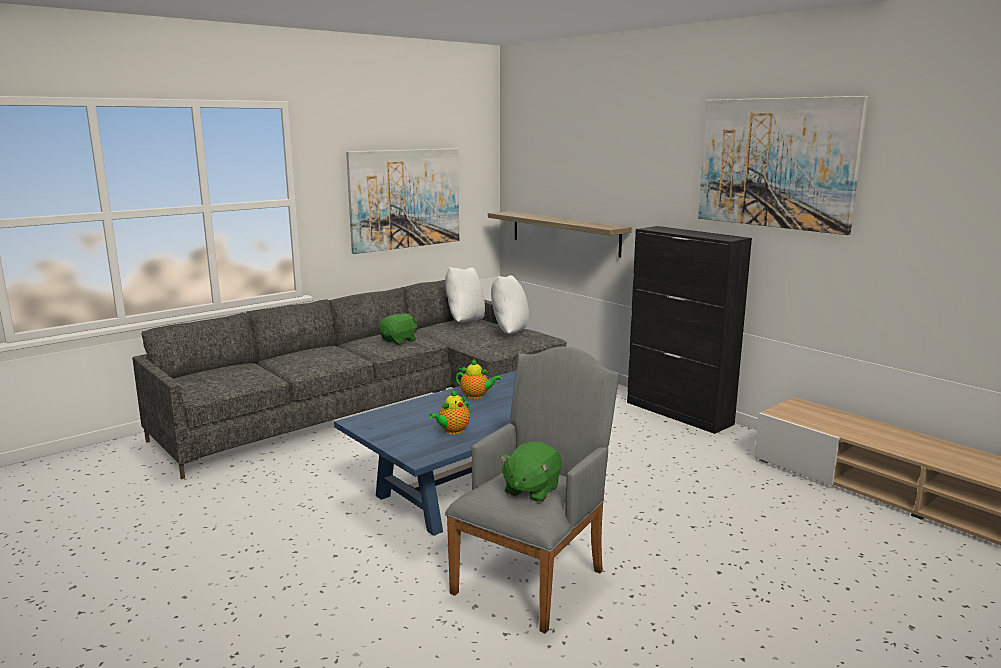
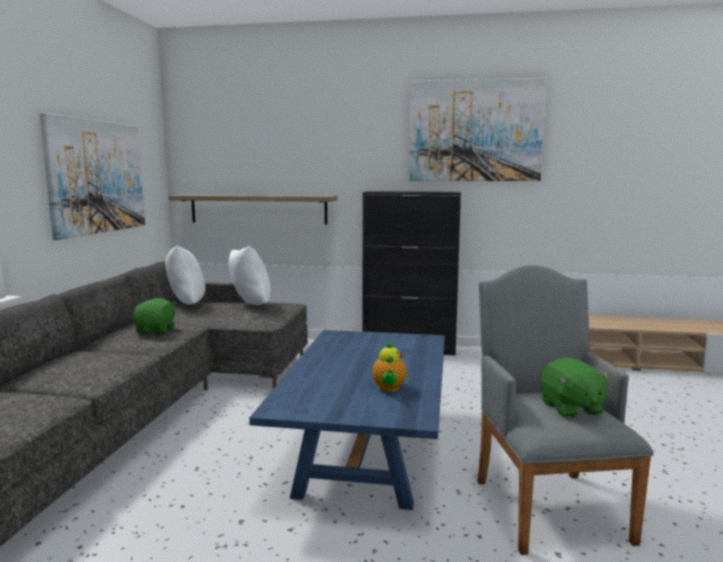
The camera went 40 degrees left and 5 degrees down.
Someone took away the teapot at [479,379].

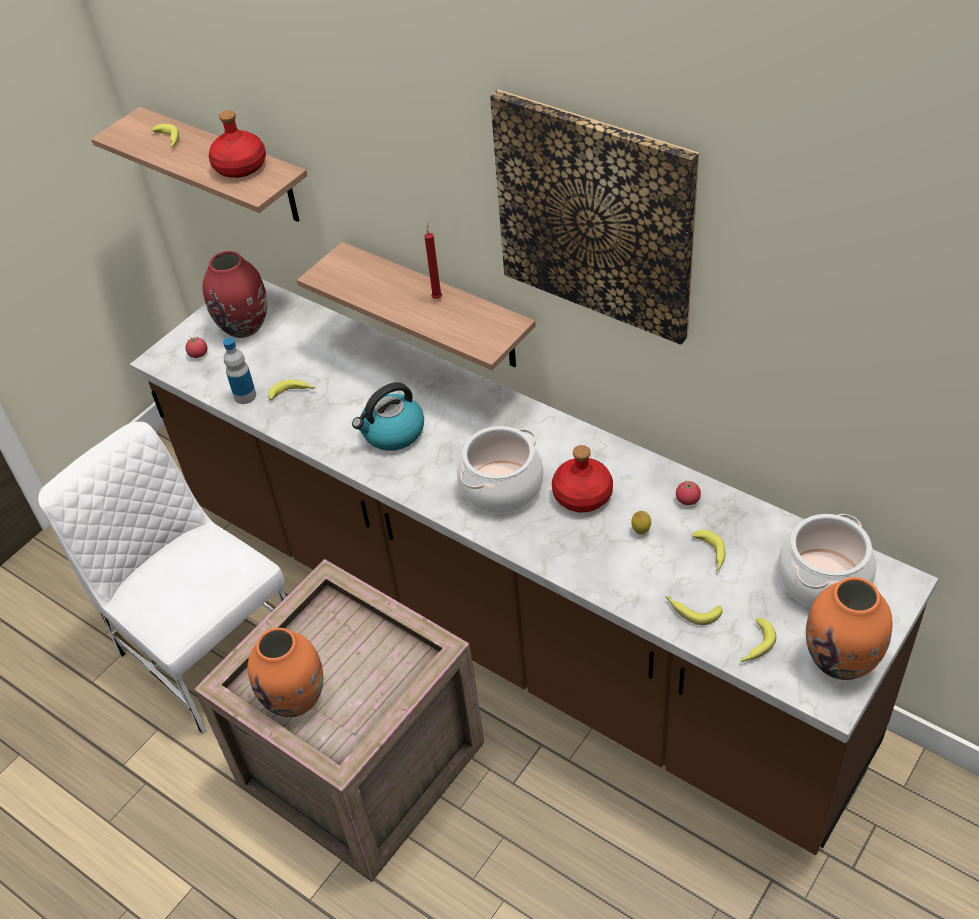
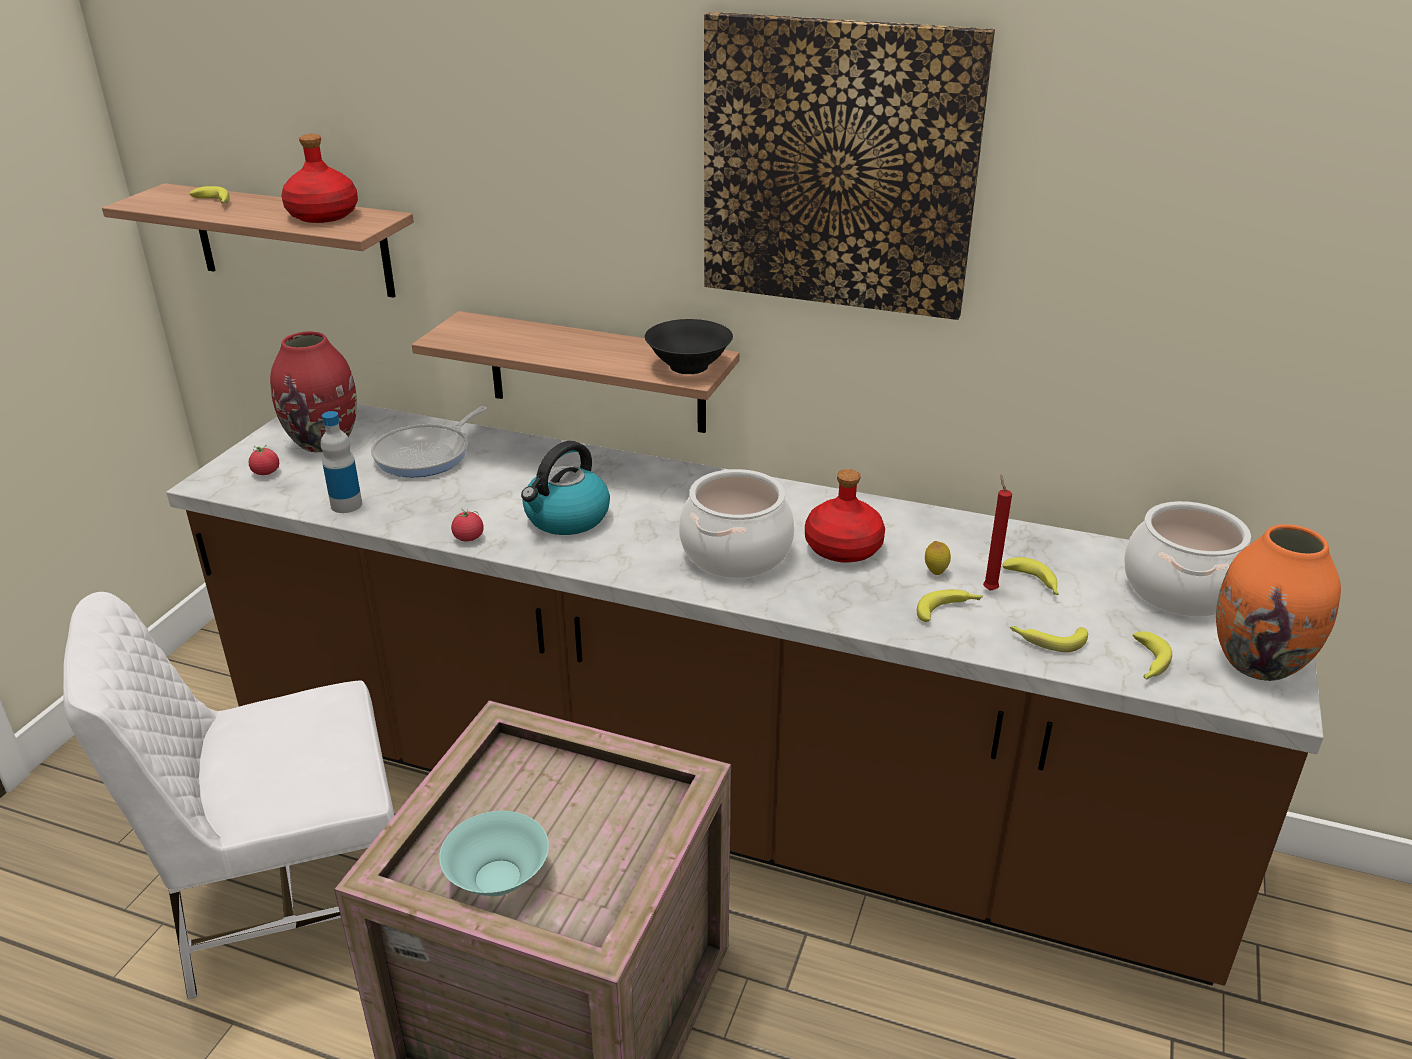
The camera went 20 degrees left and 15 degrees down.
Someone put down the frying pan at [429,441].
Someone put down the bowl in black at [689,346].
Someone carried the banana from [291,390] to [950,605].
Someone carried the candle in red from [433,260] to [997,533].
Someone carried the tomato from [688,492] to [467,525].
Someone swapped the vase in orange at [285,672] for the bowl in turquoise at [494,853].
Someone rotated the chair in white at [162,578] by 45 degrees counterclockwise.

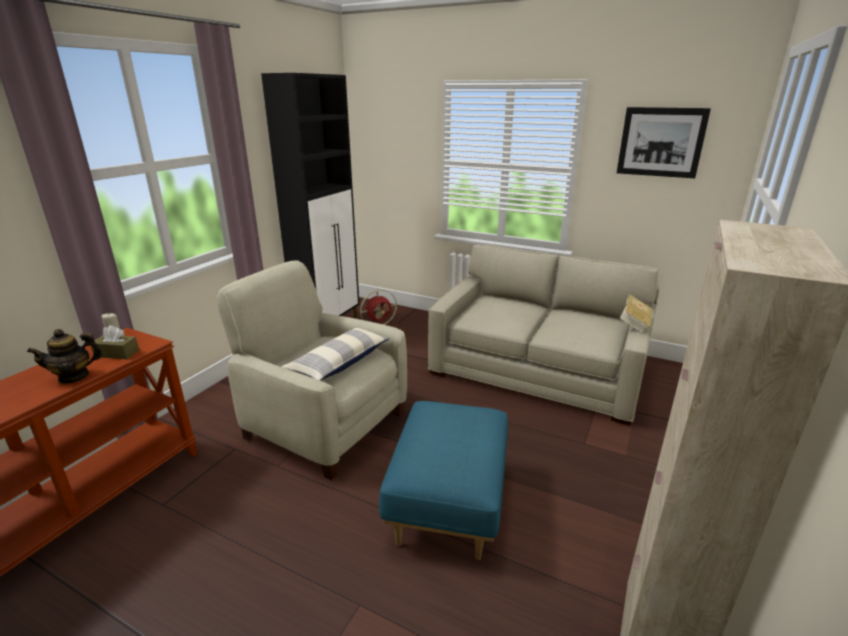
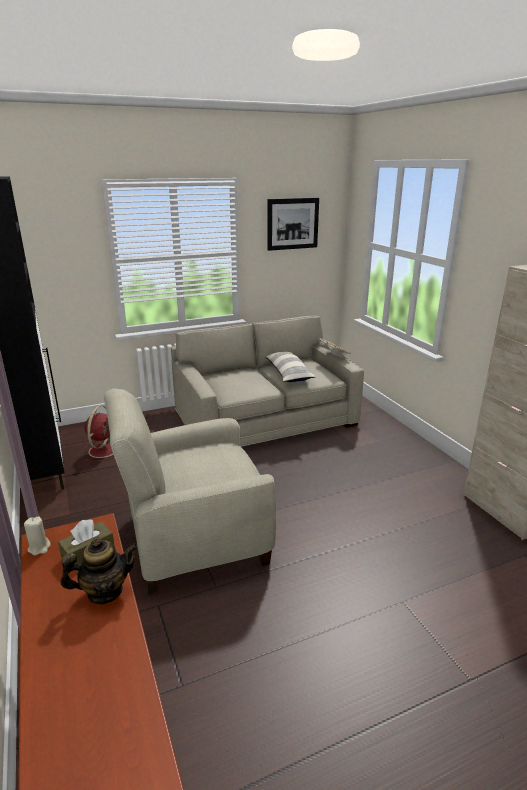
The camera went 50 degrees left and 0 degrees up.
Someone took away the ottoman in blue at [443,480].
Someone carried the pillow from [335,354] to [290,367].
Someone rotated the teapot at [65,356] by 120 degrees counterclockwise.

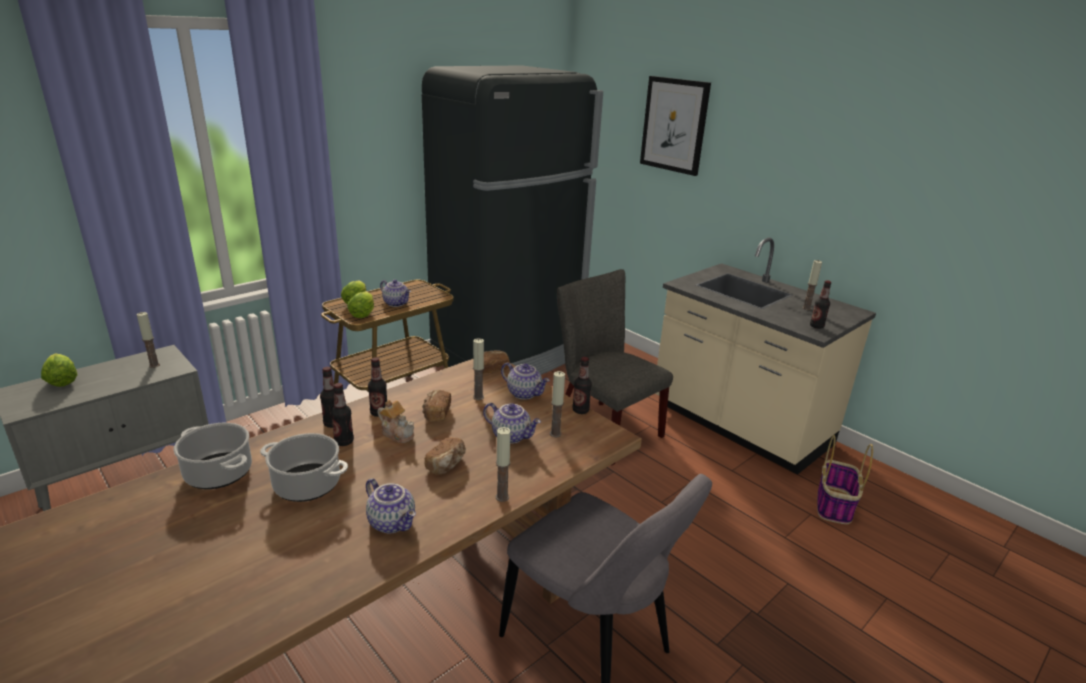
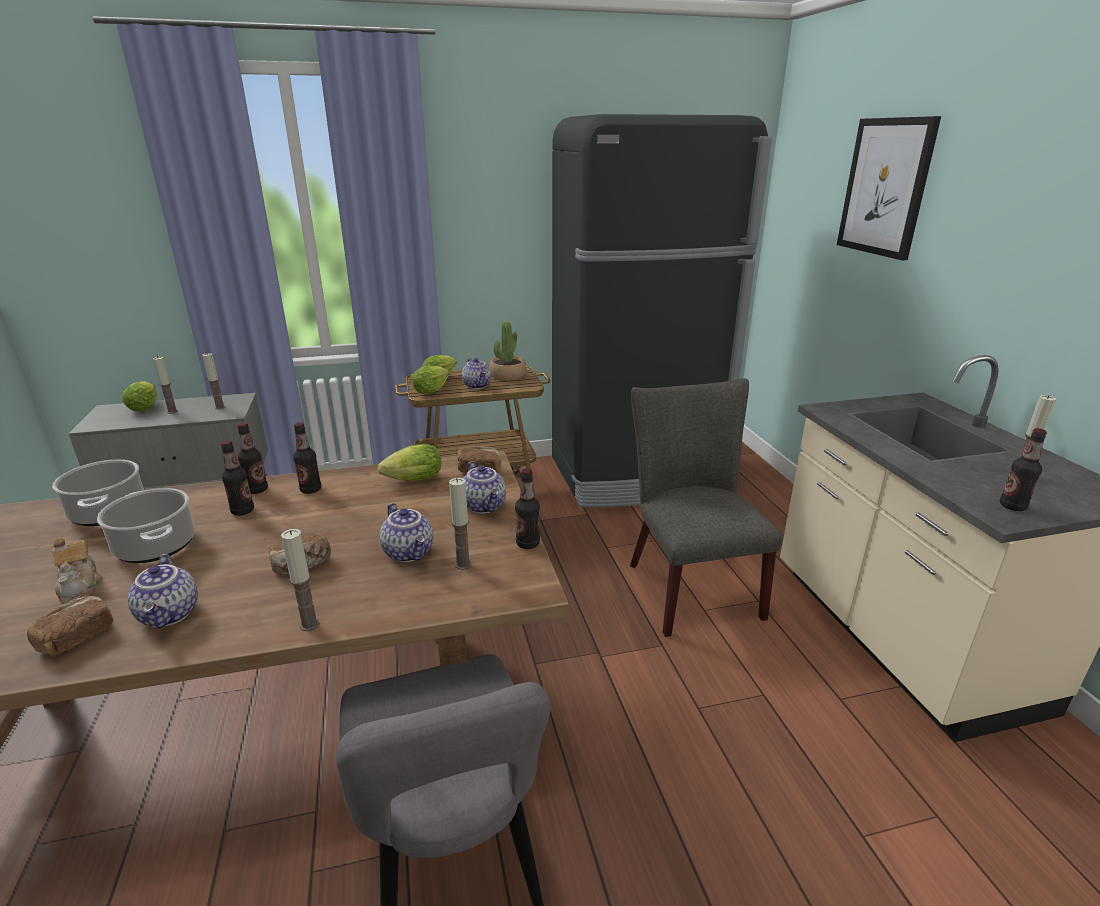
The camera went 30 degrees right and 0 degrees up.
Someone took away the basket at [845,479].
Someone put down the lettuce at [409,462].
Someone put down the potted plant at [507,351].
Someone carried the teapot from [395,421] to [77,570].
Someone carried the bread from [436,406] to [70,626].
Someone carried the candle from [478,369] to [165,385].

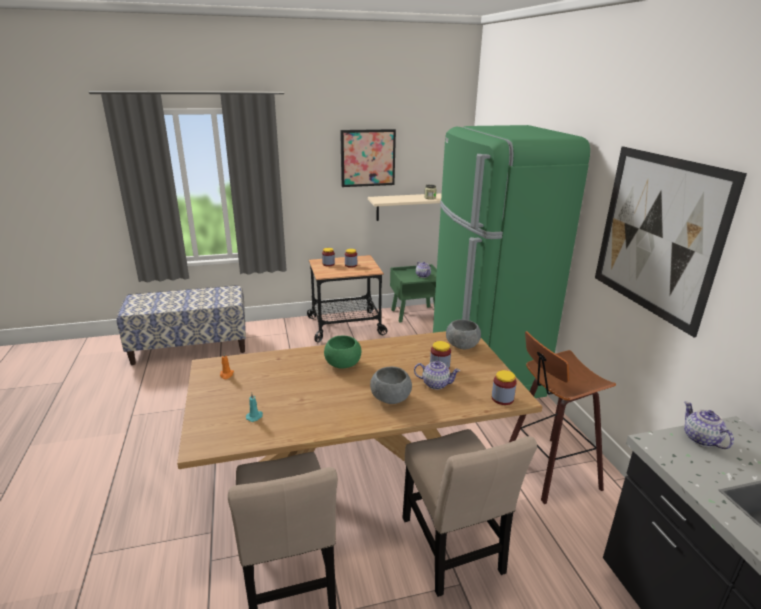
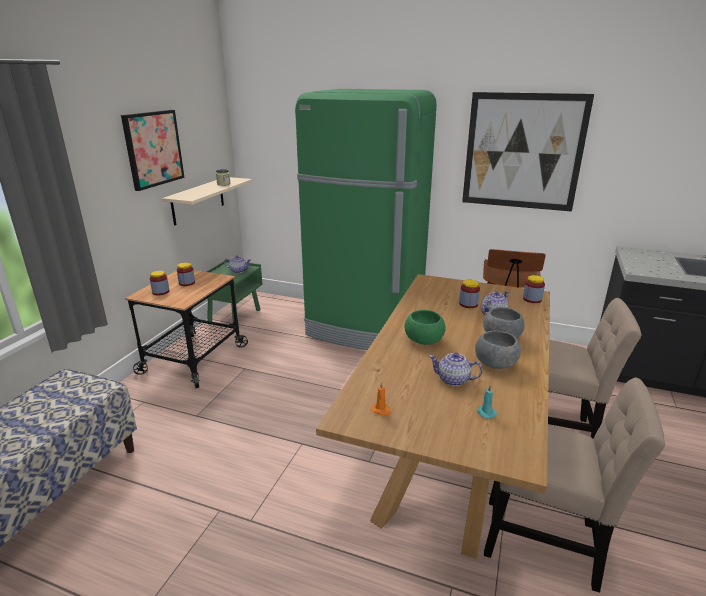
The camera went 55 degrees left and 0 degrees up.
Someone carried the bowl in grey from [463,334] to [498,350].
Someone carried the teapot from [709,425] to [456,369].

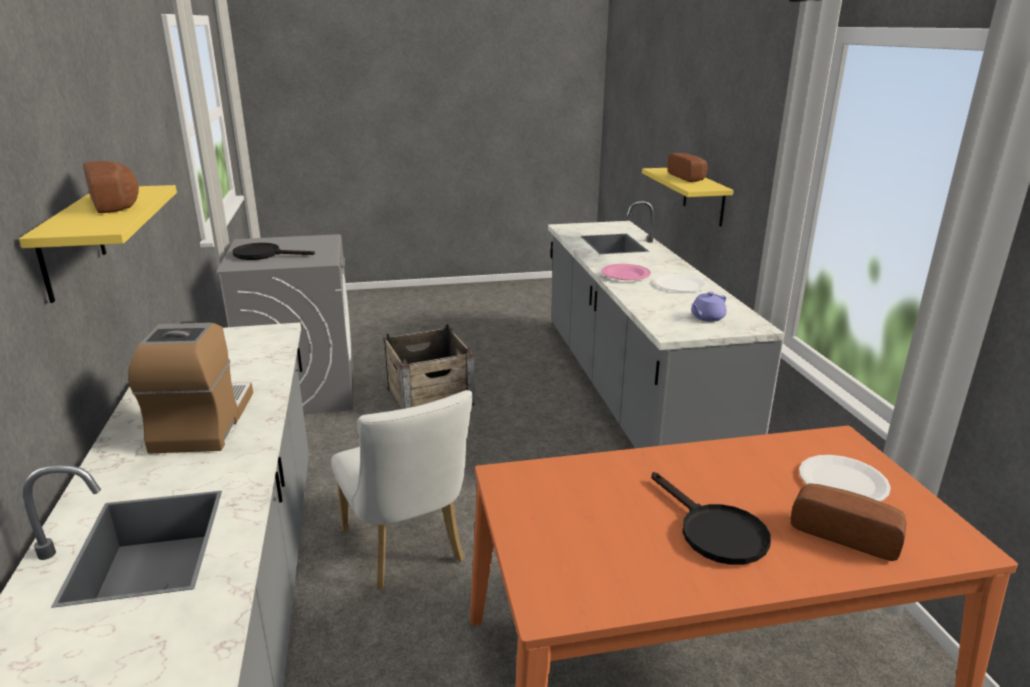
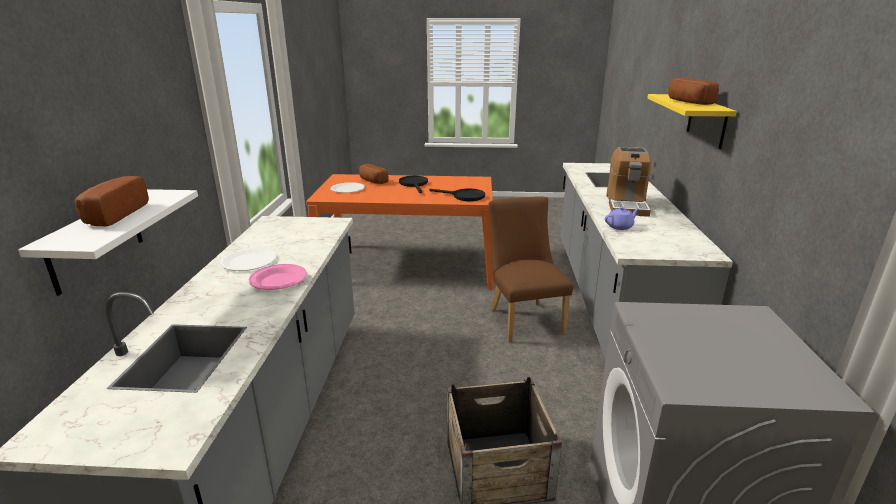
The camera went 165 degrees left and 0 degrees up.
Someone carried the frying pan in black from [274,251] to [457,194].
Someone carried the teapot in purple from [709,307] to [622,218].
Someone repainted the chair in white at [402,490], which became the chair in brown at [530,269].
Someone repainted the shelf in yellow at [688,197], which became the shelf in white at [108,242].

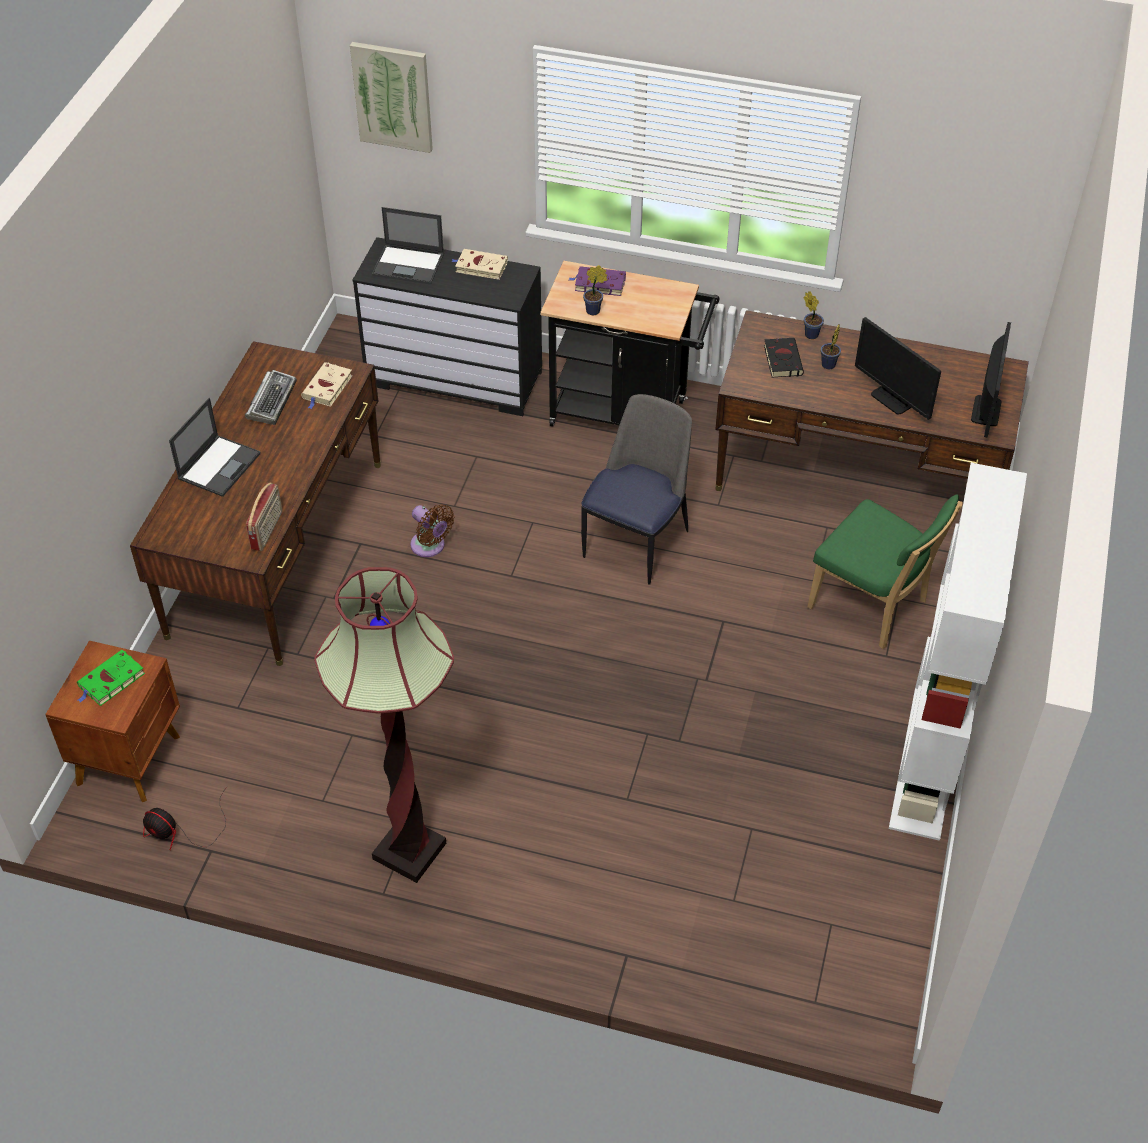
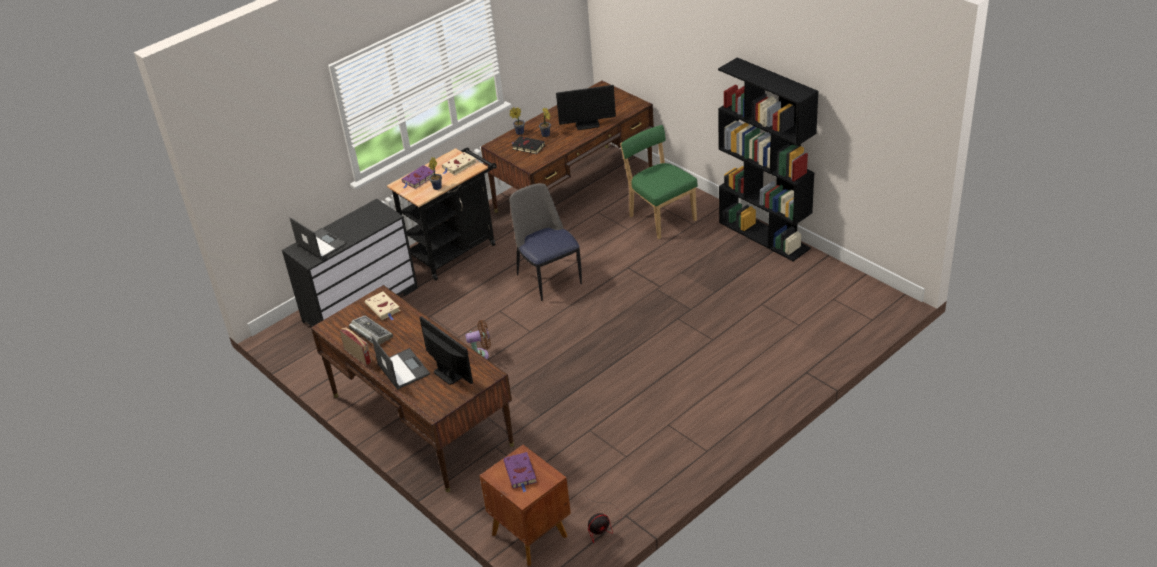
The camera went 55 degrees left and 10 degrees down.
Someone took away the floor lamp at [384,725].
Someone took away the picture at [391,97].
Someone carried the radio from [264,517] to [356,346].
Someone carried the book in beige from [479,264] to [459,163].
Someone carried the monitor from [991,379] to [446,350].
Someone repainted the book in green at [111,678], which became the book in purple at [520,472].
Someone repainted the bookcase in white at [958,652], which became the bookcase in black at [768,159].
Someone rotated the laptop at [408,246] by 90 degrees counterclockwise.
Someone rotated the chair in green at [885,571] by 105 degrees counterclockwise.

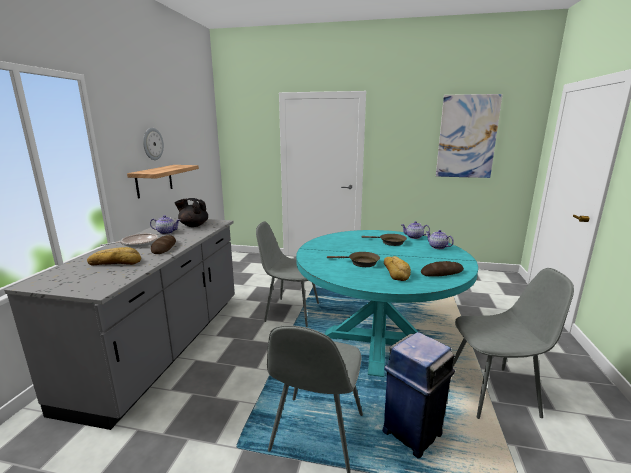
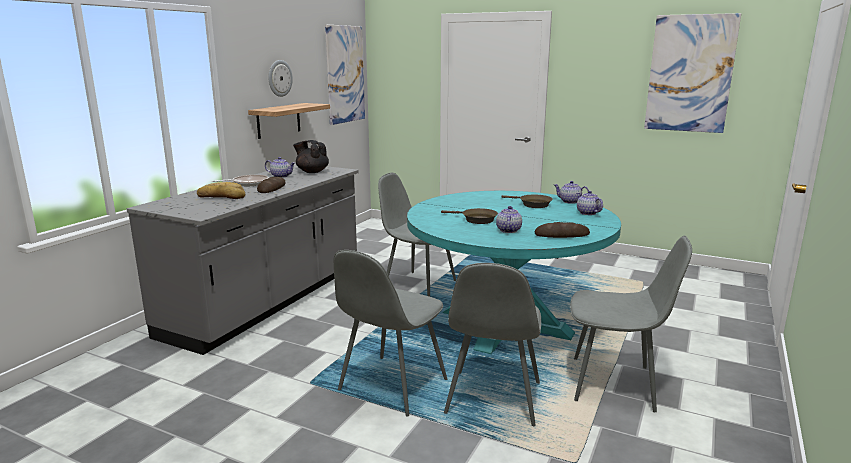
The camera went 15 degrees right and 0 degrees up.
Someone put up the picture at [345,74].
Someone swapped the trash can in blue at [418,395] for the chair in grey at [492,344].
Someone swapped the bread at [397,268] for the teapot at [509,219].

